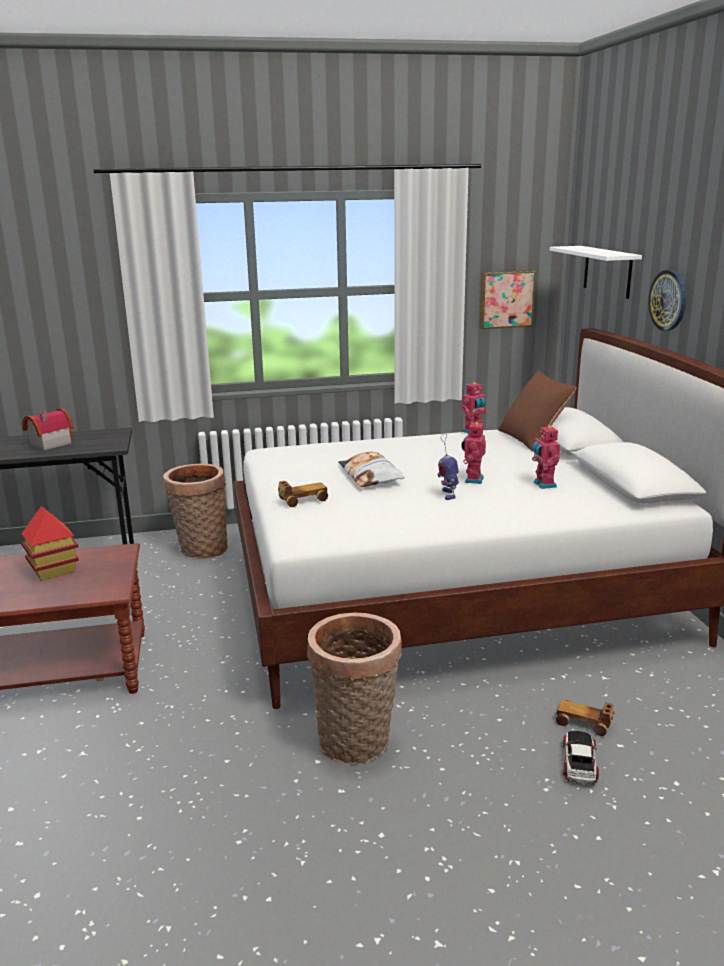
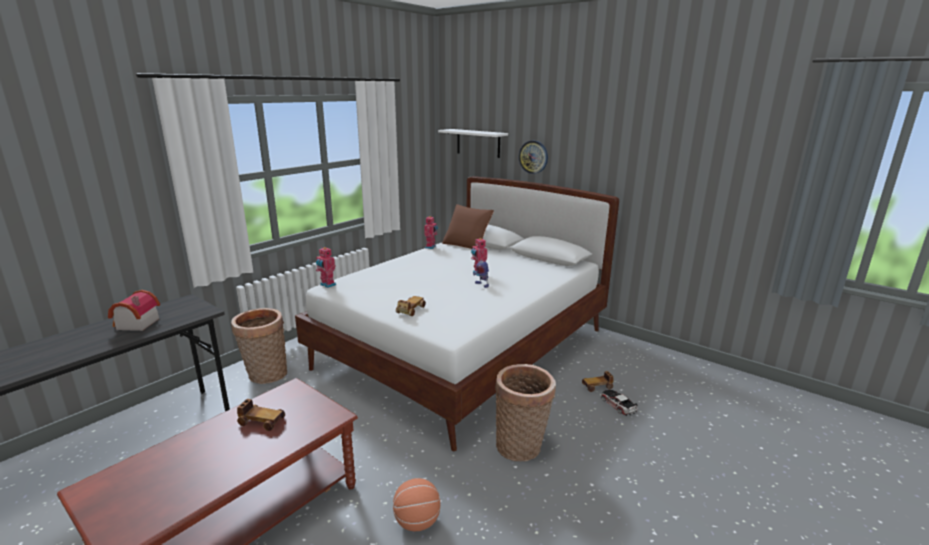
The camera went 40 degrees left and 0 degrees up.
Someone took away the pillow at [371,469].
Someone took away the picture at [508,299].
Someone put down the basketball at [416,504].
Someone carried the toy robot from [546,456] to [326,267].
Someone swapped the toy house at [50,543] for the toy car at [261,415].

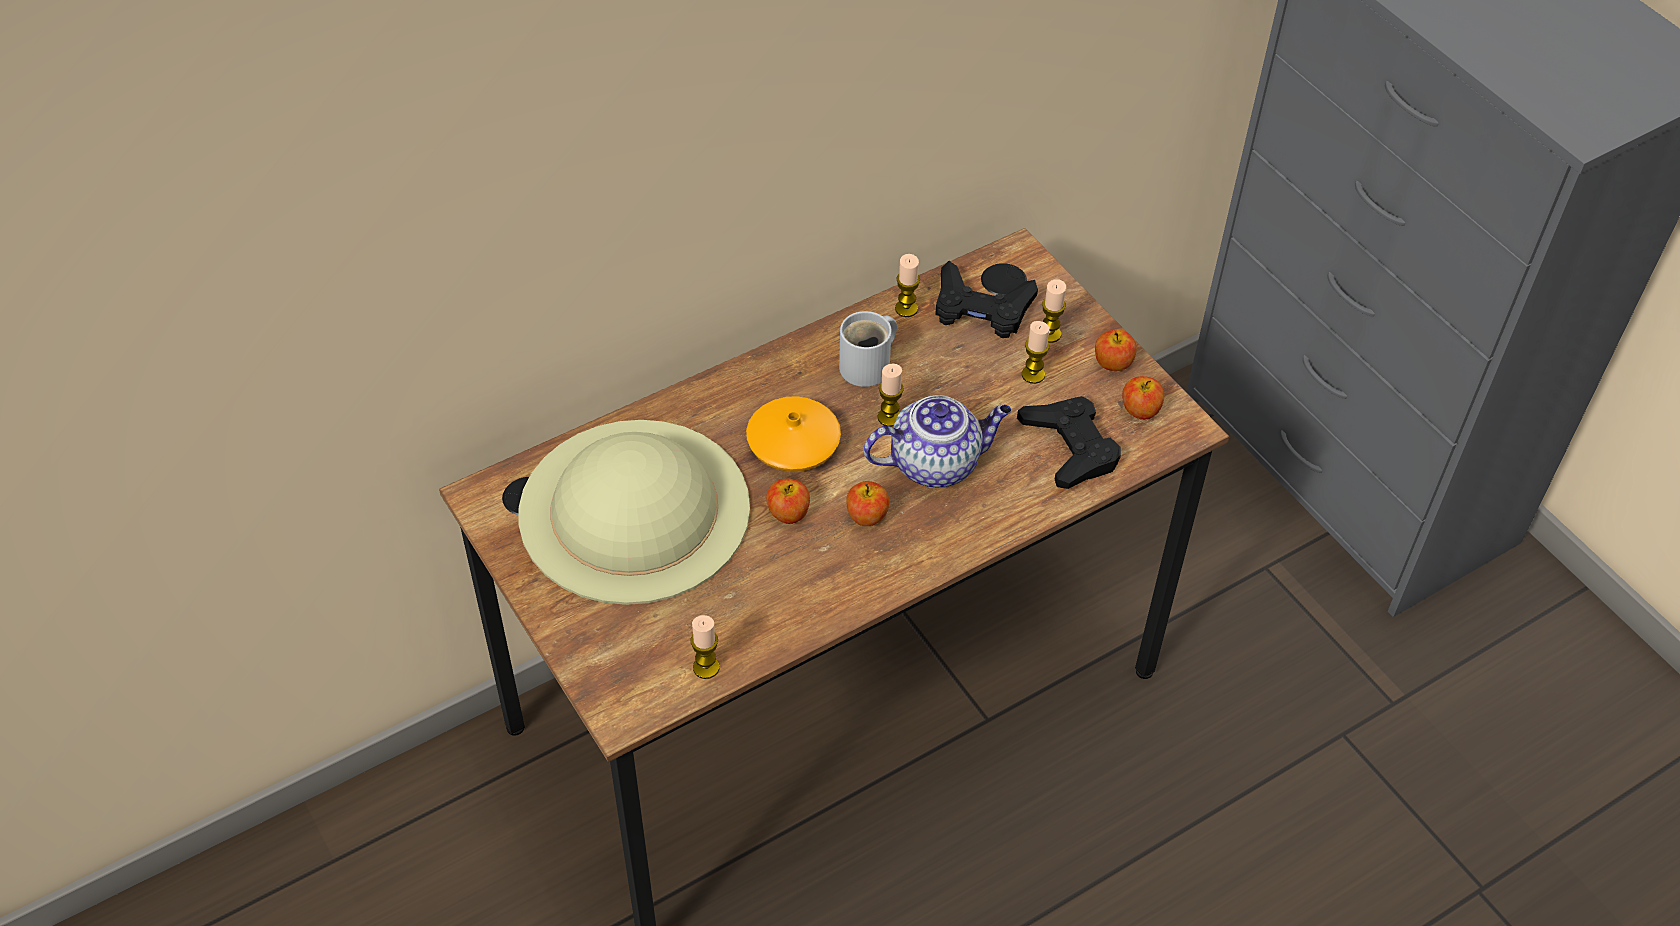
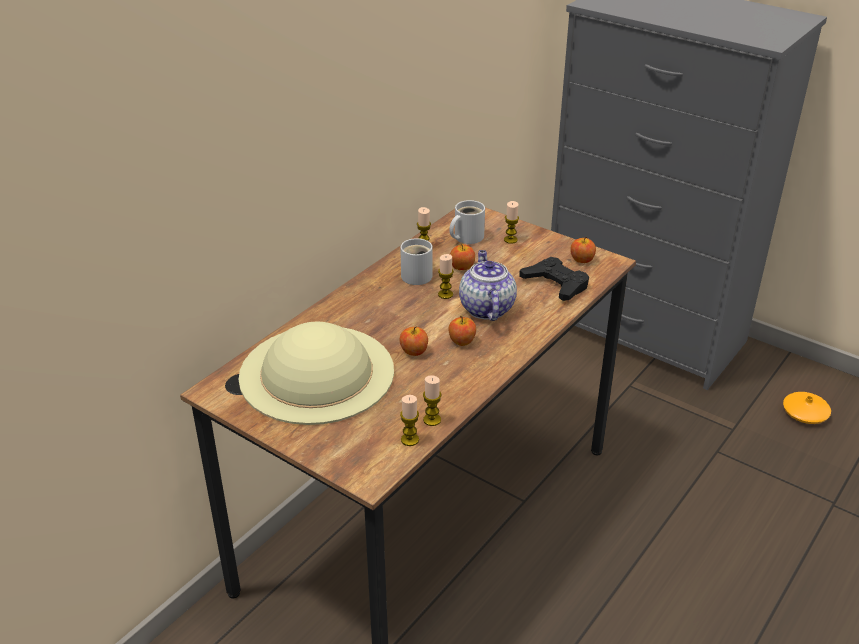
The camera went 20 degrees left and 15 degrees down.
Someone carried the vase in orange from [793,434] to [807,408].
Someone carried the candle from [1036,352] to [432,400].
Someone carried the apple from [1116,350] to [462,257].
Someone swapped the game controller in black at [986,299] for the mug in white at [467,222].
Someone rotated the teapot at [937,441] by 60 degrees counterclockwise.

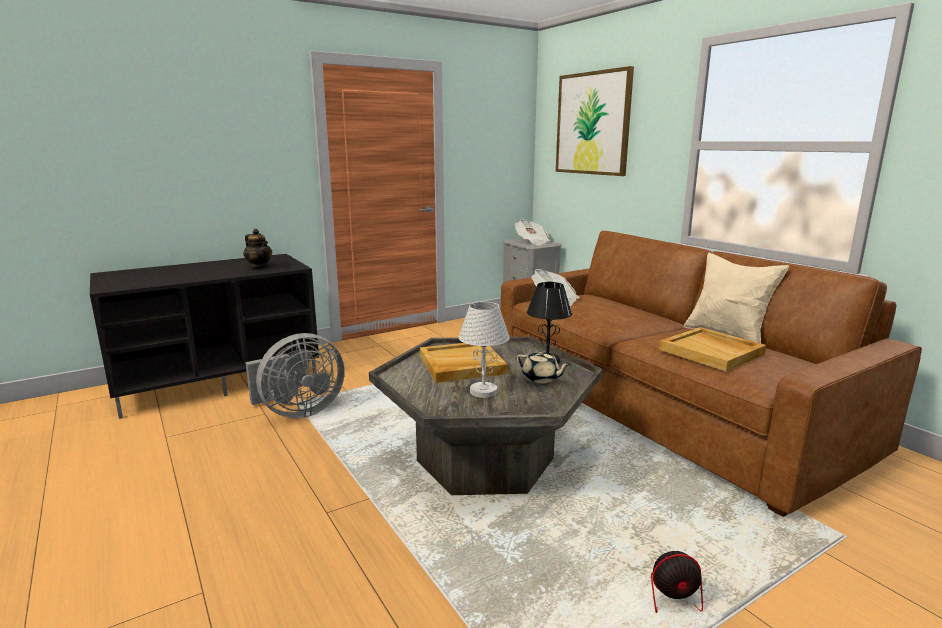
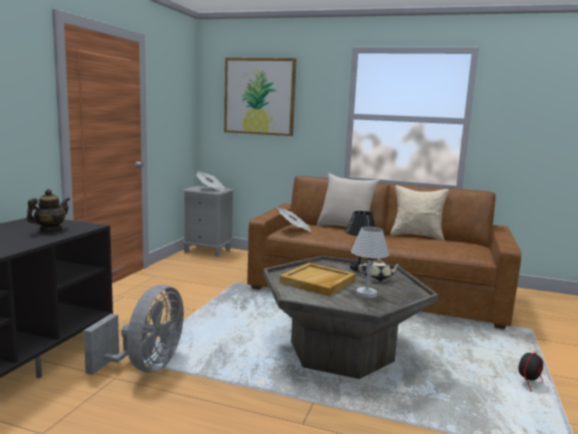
The camera went 40 degrees left and 5 degrees down.
Someone took away the tray in beige at [712,349].
Someone put down the pillow in beige at [348,200].
Someone rotated the teapot at [257,248] by 60 degrees counterclockwise.

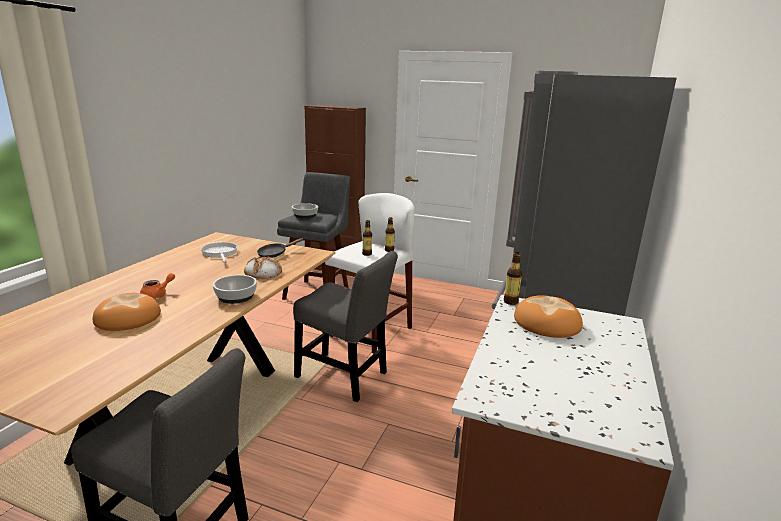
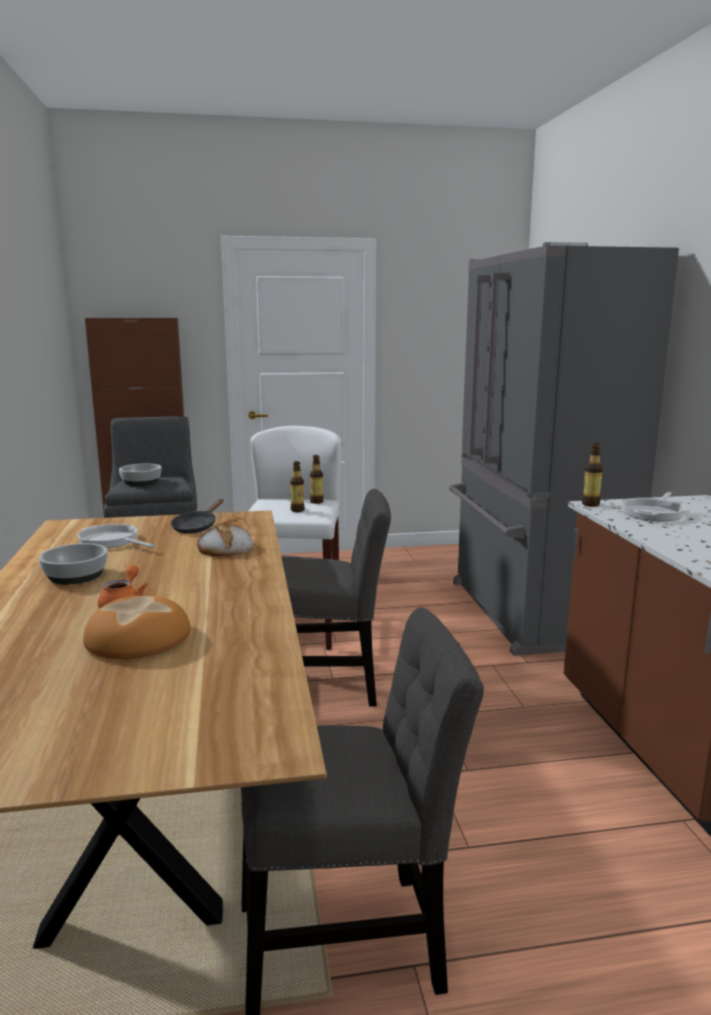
The camera went 30 degrees left and 5 degrees down.
Someone carried the bowl from [235,289] to [73,563].
Someone swapped the bread at [548,316] for the frying pan at [654,506].

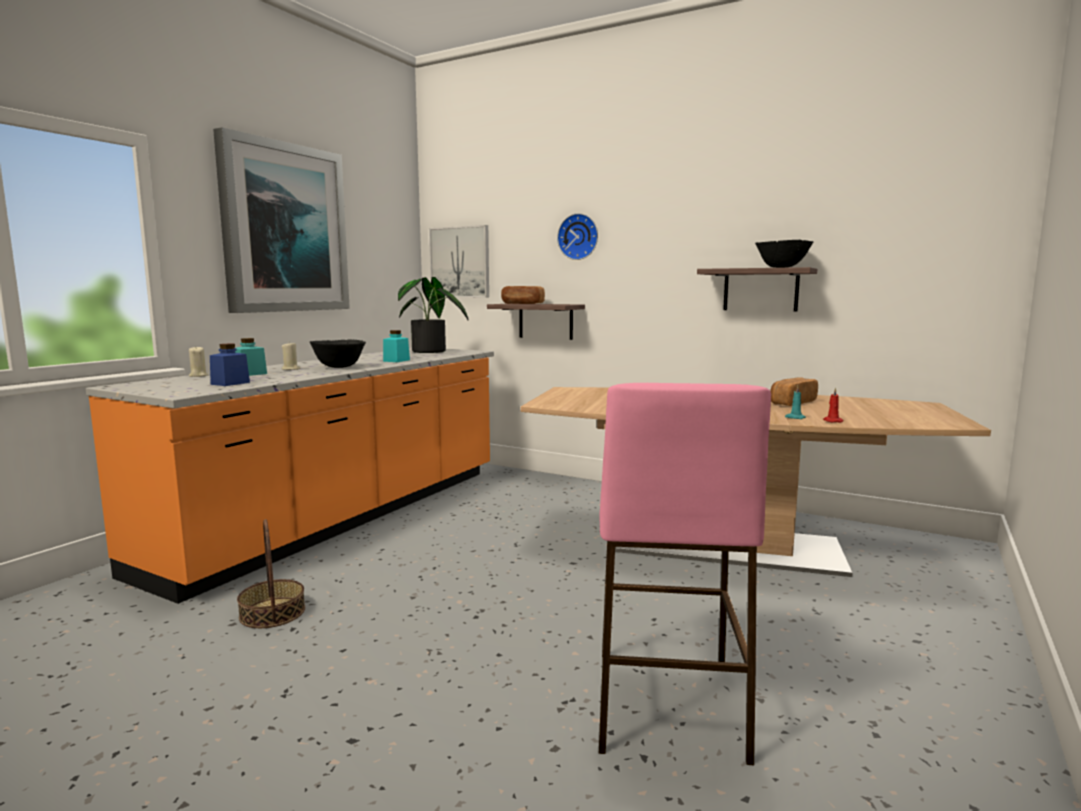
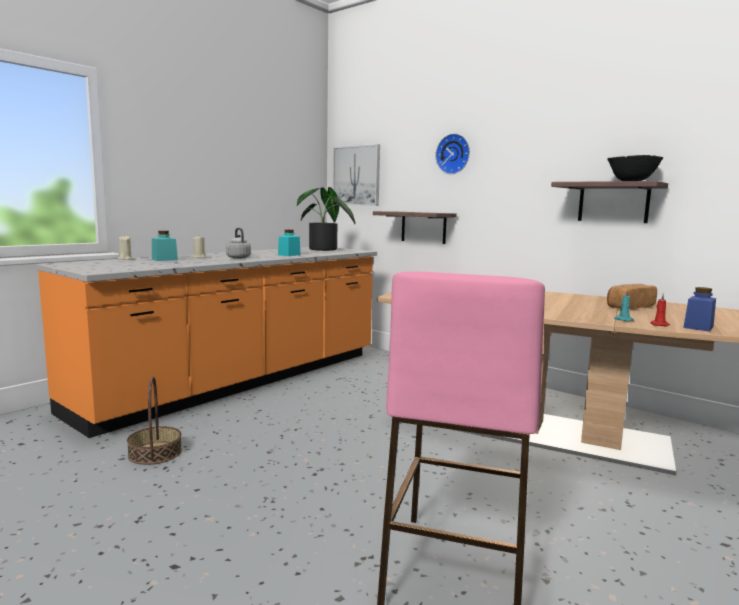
The camera went 10 degrees right and 0 degrees up.
Someone took away the picture at [281,220].
Someone took away the bread at [523,295].
Someone carried the jar in blue from [230,365] to [699,309].
Someone swapped the bowl in black at [338,353] for the kettle in grey at [238,243].

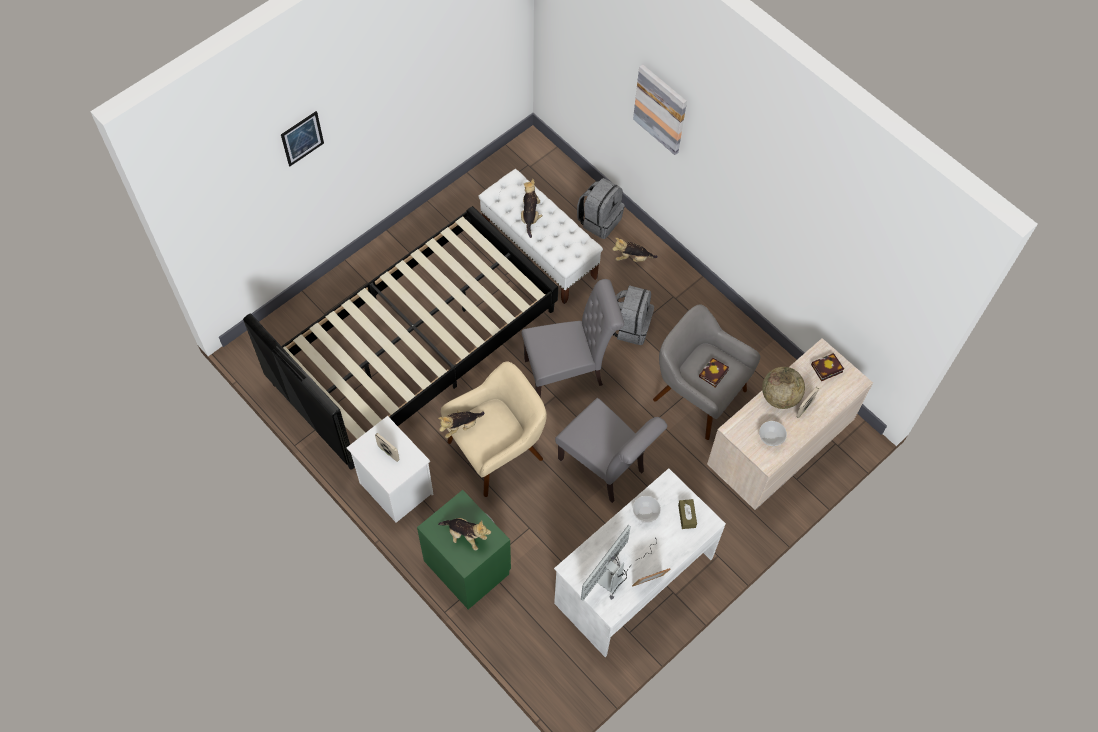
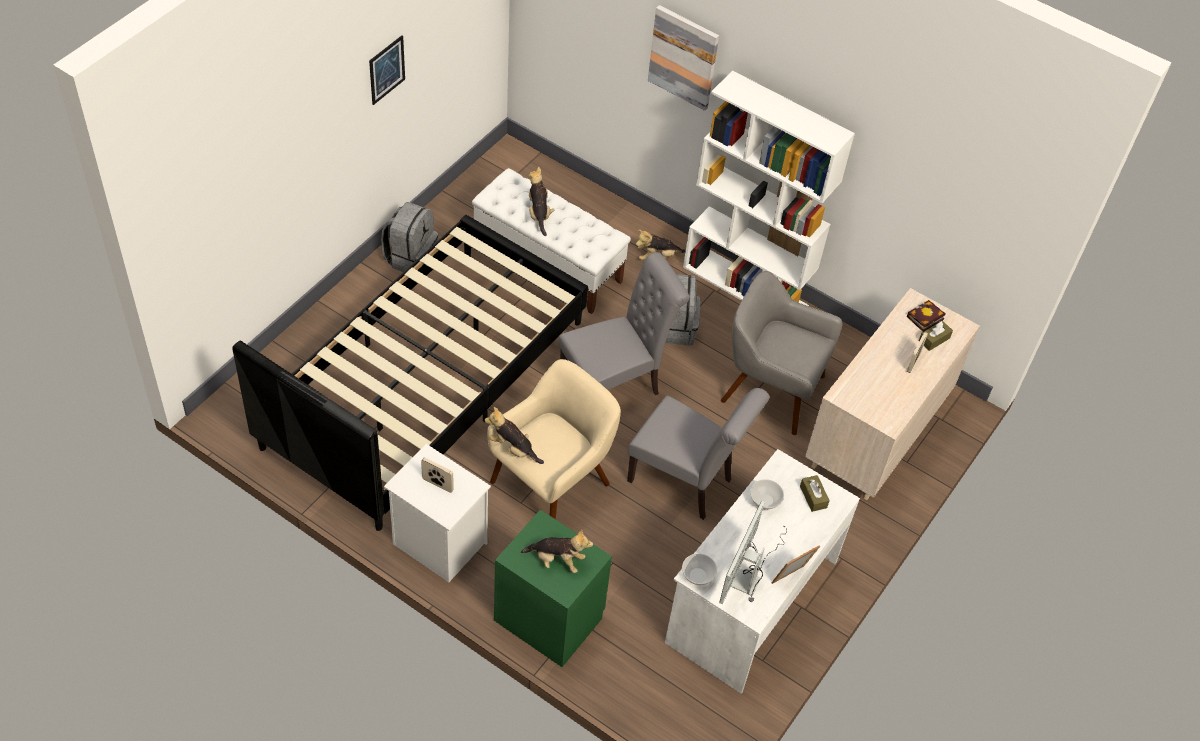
The camera went 15 degrees left and 10 degrees down.
Someone took away the book at [714,372].
Someone took away the globe at [783,388].
Someone put down the bookcase in white at [769,188].
Someone put down the tissue box in brown at [936,336].
Someone carried the picture from [302,138] to [387,70].
Someone carried the backpack in grey from [601,208] to [409,237].
Someone carried the bowl from [773,433] to [699,569].
Someone rotated the plush toy at [461,424] by 75 degrees clockwise.

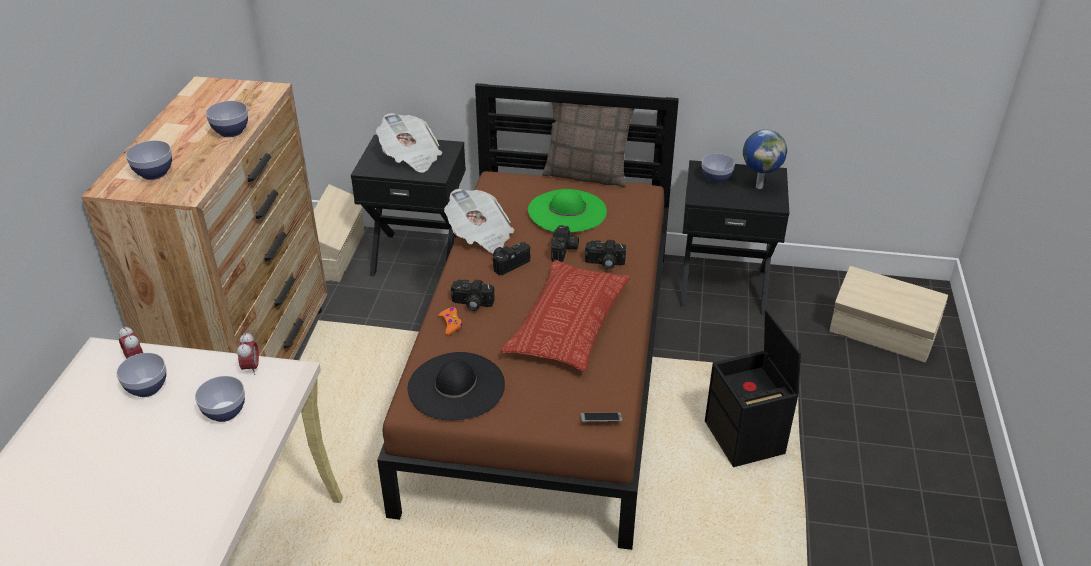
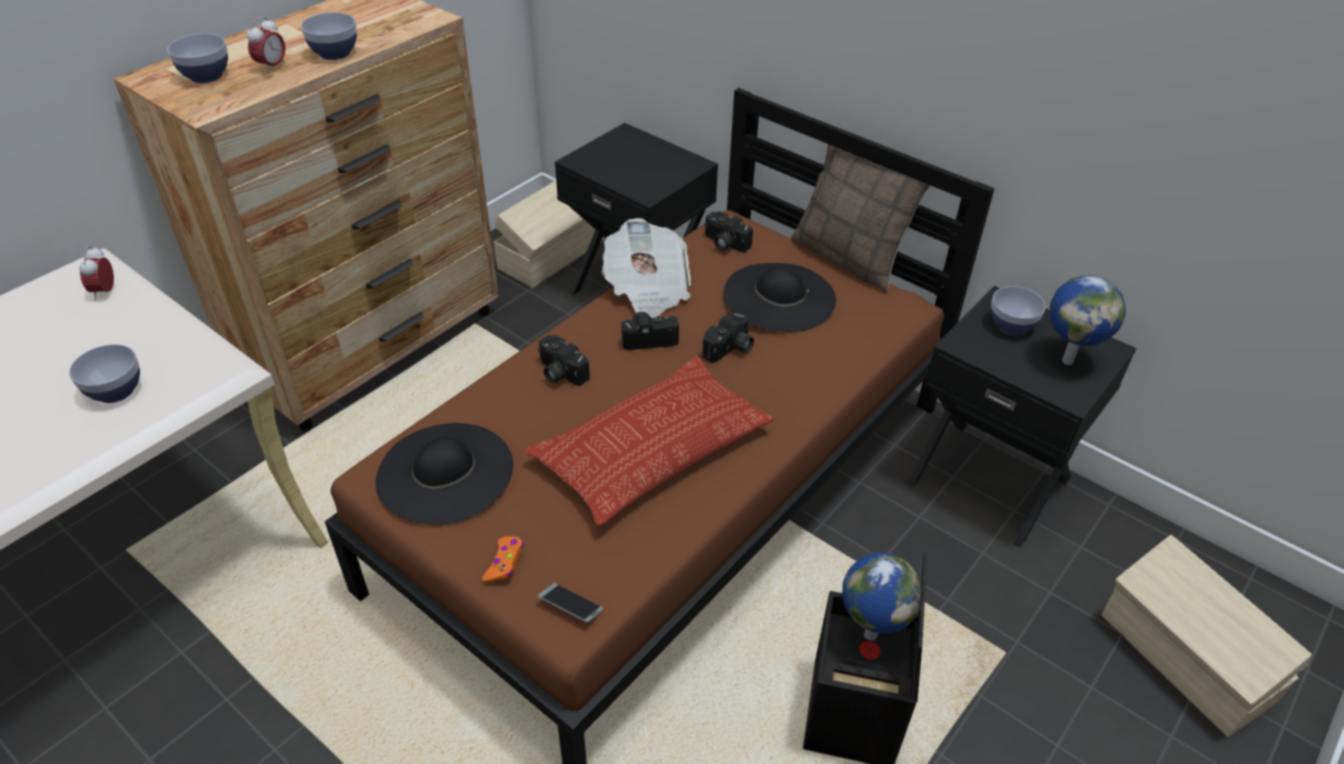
The camera went 30 degrees right and 5 degrees up.
Someone took away the bowl at [141,375].
Someone took away the newspaper at [409,143].
Someone put down the globe at [881,597].
Someone carried the alarm clock from [248,353] to [266,44].
Someone carried the game controller in orange from [450,321] to [503,559].
Someone carried the photo camera from [605,254] to [728,232].
Someone repainted the hat in green at [567,210], which became the hat in black at [780,297].

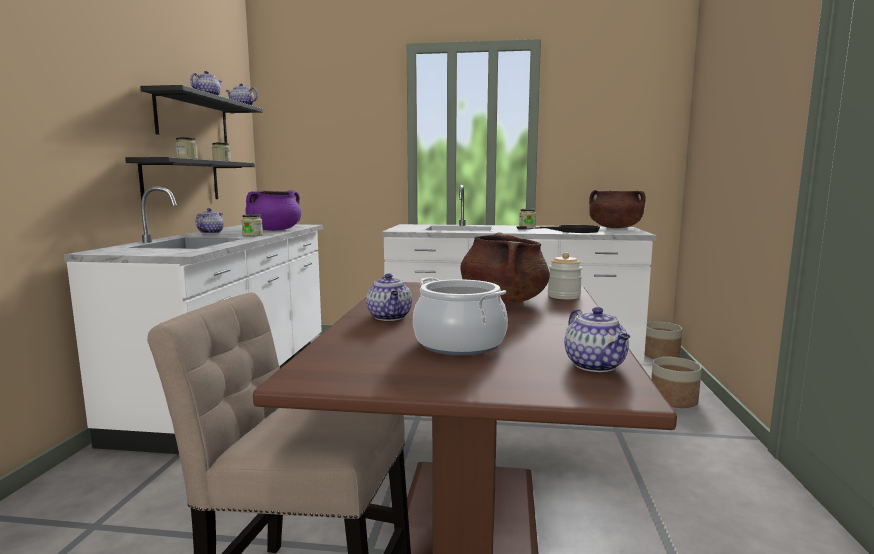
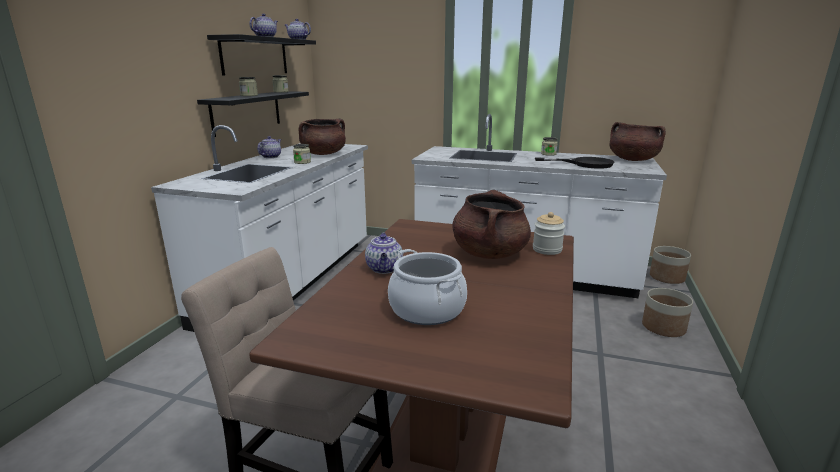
The camera went 10 degrees right and 10 degrees up.
Someone took away the teapot at [597,339].
Someone repainted the cooking pot in purple at [273,210], which became the cooking pot in brown at [322,137].

